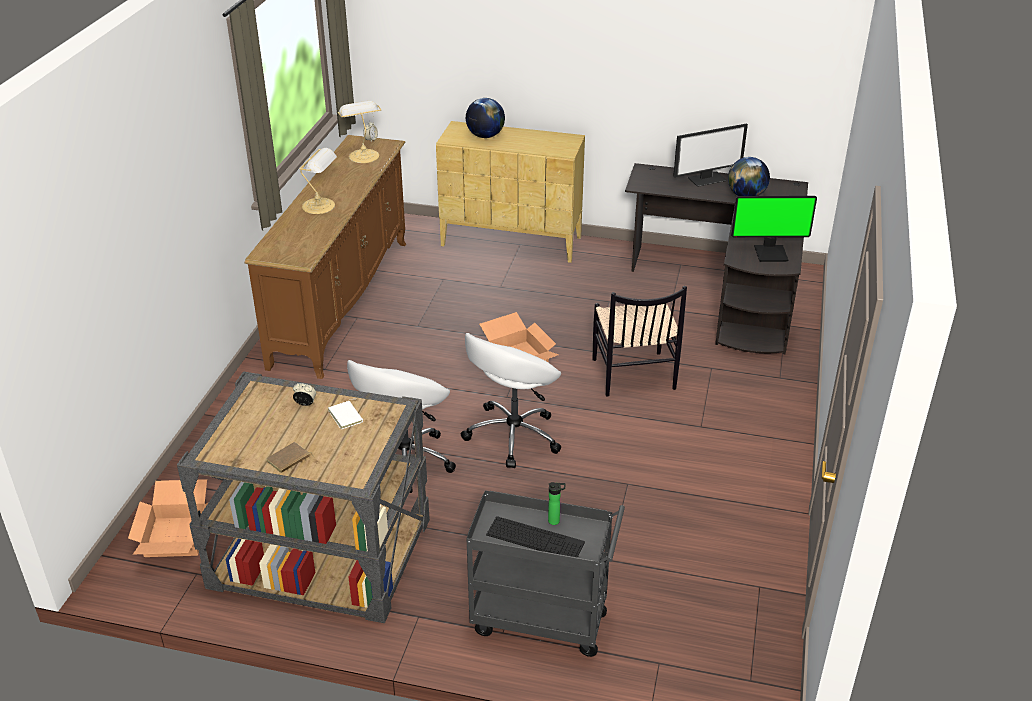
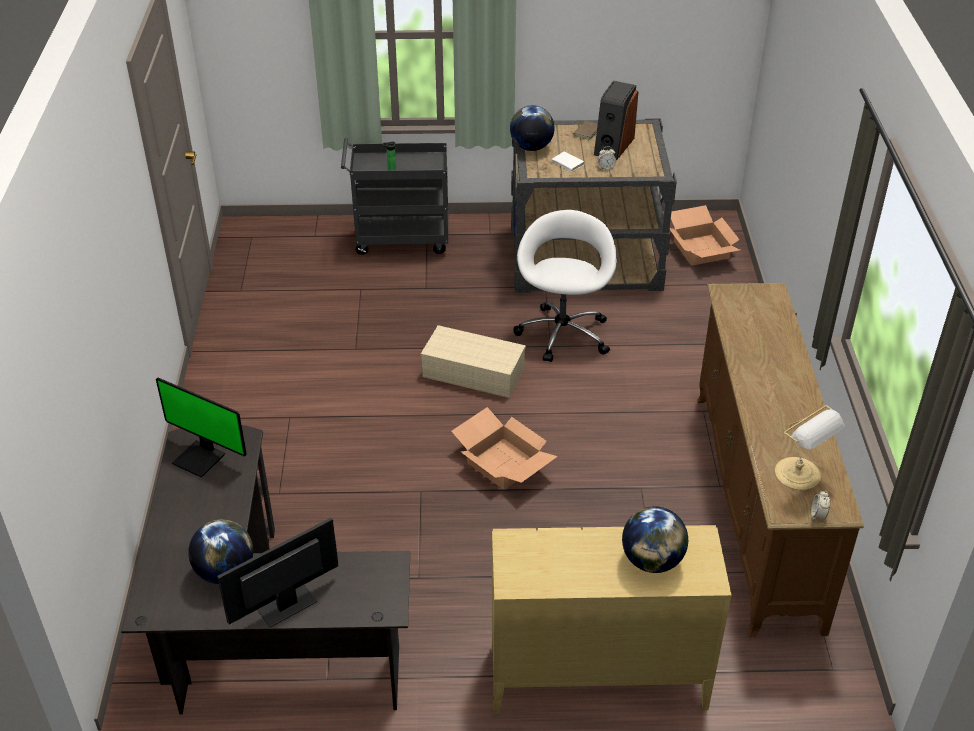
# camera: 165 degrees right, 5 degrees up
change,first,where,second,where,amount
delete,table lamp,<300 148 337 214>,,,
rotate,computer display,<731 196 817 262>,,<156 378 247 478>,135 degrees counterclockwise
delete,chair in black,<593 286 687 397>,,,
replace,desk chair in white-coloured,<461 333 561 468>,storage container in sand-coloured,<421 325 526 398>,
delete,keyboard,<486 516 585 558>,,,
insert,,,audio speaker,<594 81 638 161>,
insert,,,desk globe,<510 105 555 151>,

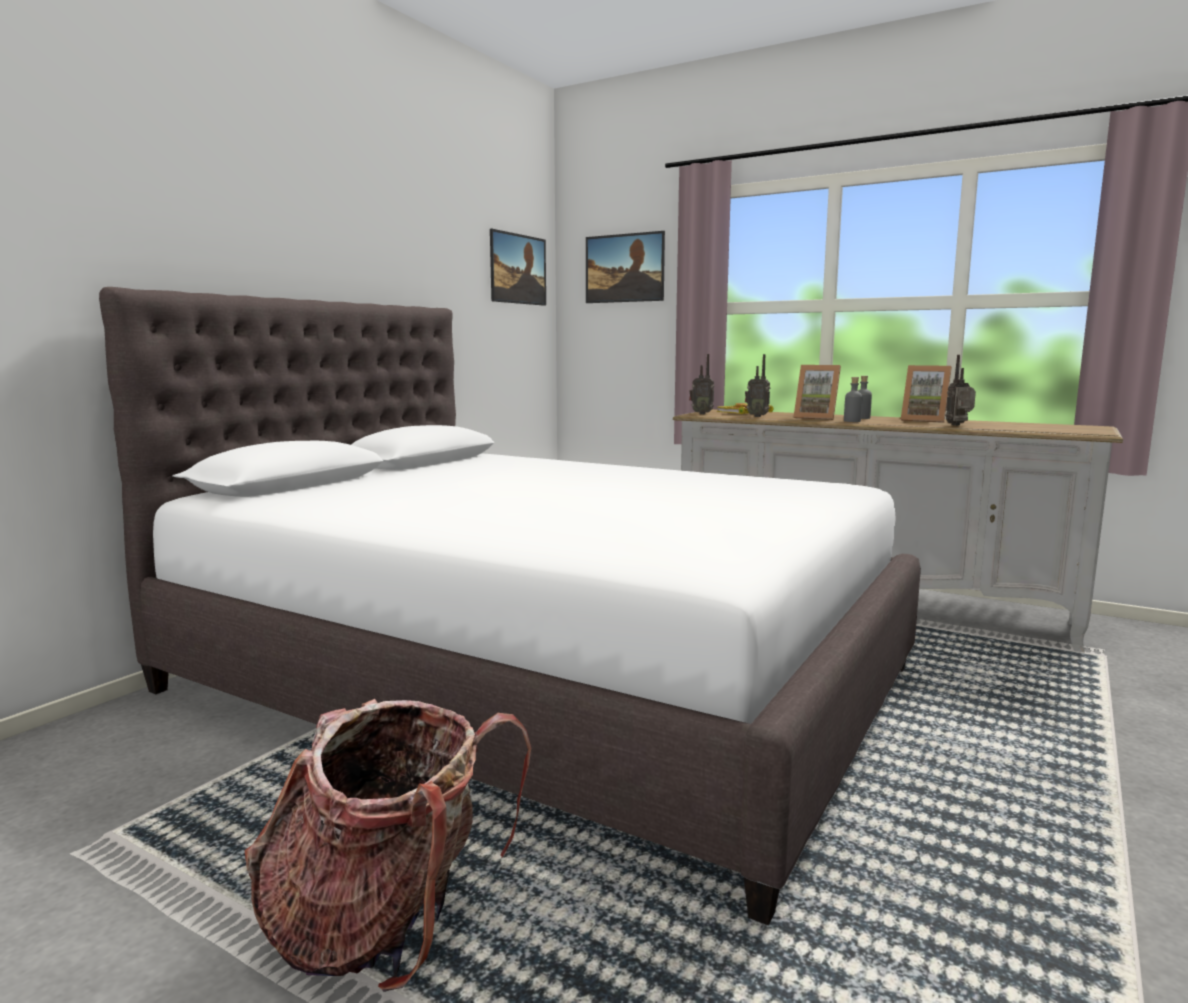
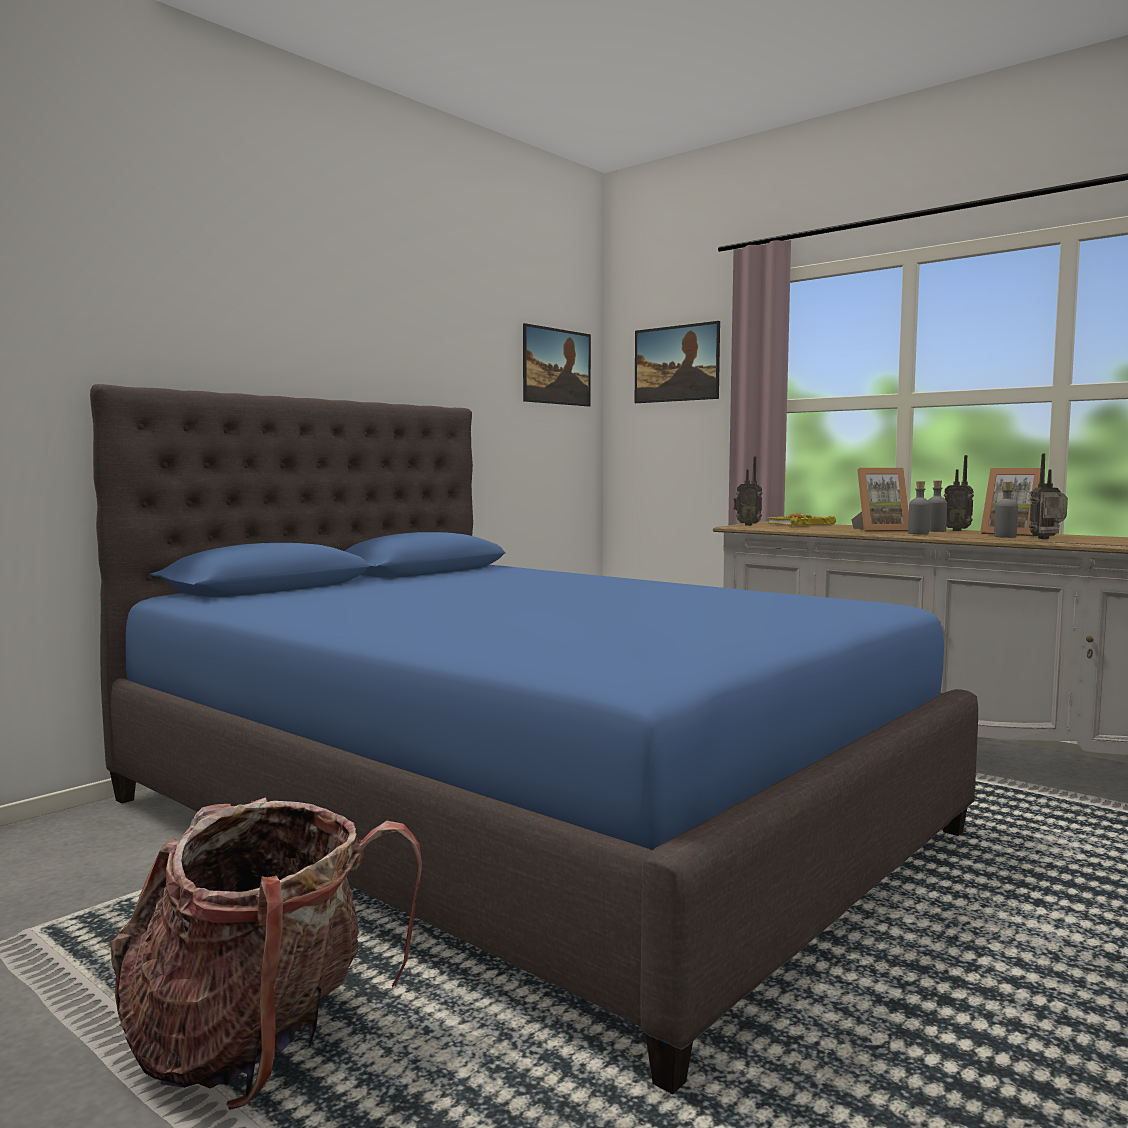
# camera: 10 degrees right, 5 degrees down
change,first,where,second,where,amount
recolor,sleeping bed in white-coloured,<99 287 921 925>,sleeping bed in blue,<90 384 978 1094>,
move,radio receiver,<745 354 770 417>,,<944 455 974 531>,
rotate,picture frame,<794 365 841 420>,,<851 468 909 532>,45 degrees counterclockwise
insert,,,drink bottle in greyish,<994 482 1018 538>,

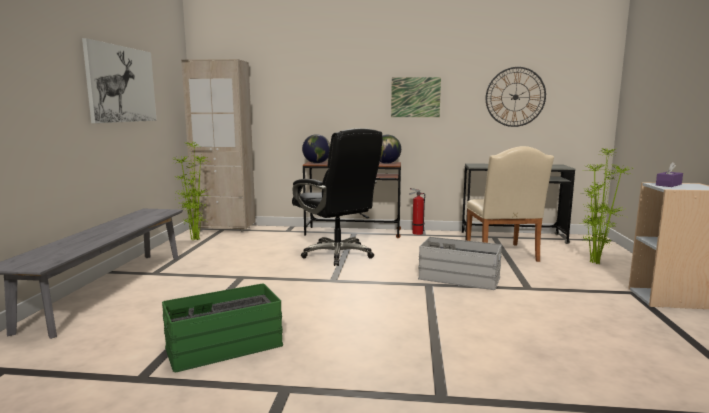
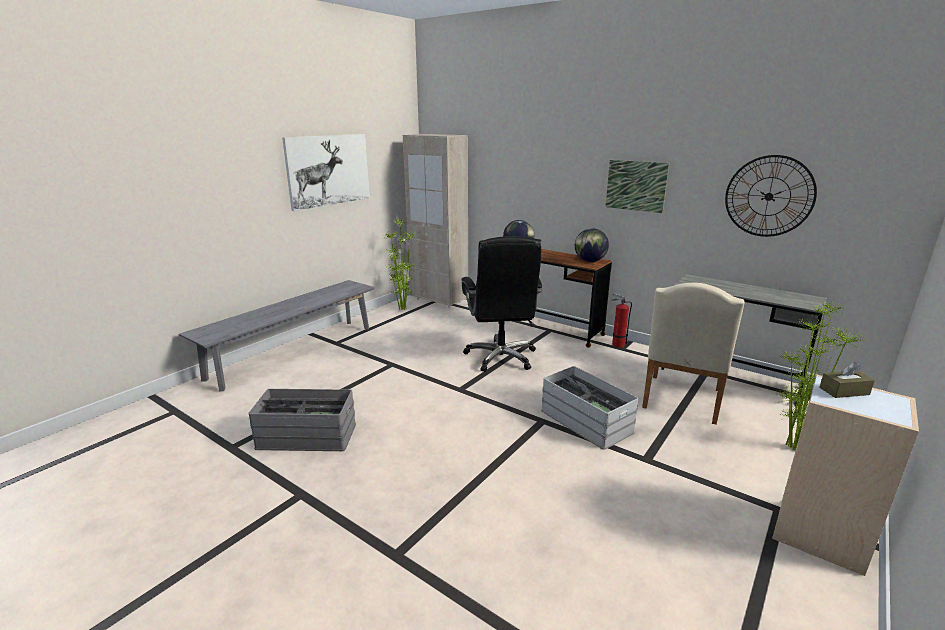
# camera: 30 degrees right, 10 degrees up
change,first,where,second,where,amount
recolor,tissue holder in purple,<656 162 683 187>,tissue holder in brown-coloured,<819 362 875 398>,
recolor,storage container in green-coloured,<162 284 283 372>,storage container in greyish,<248 389 356 451>,

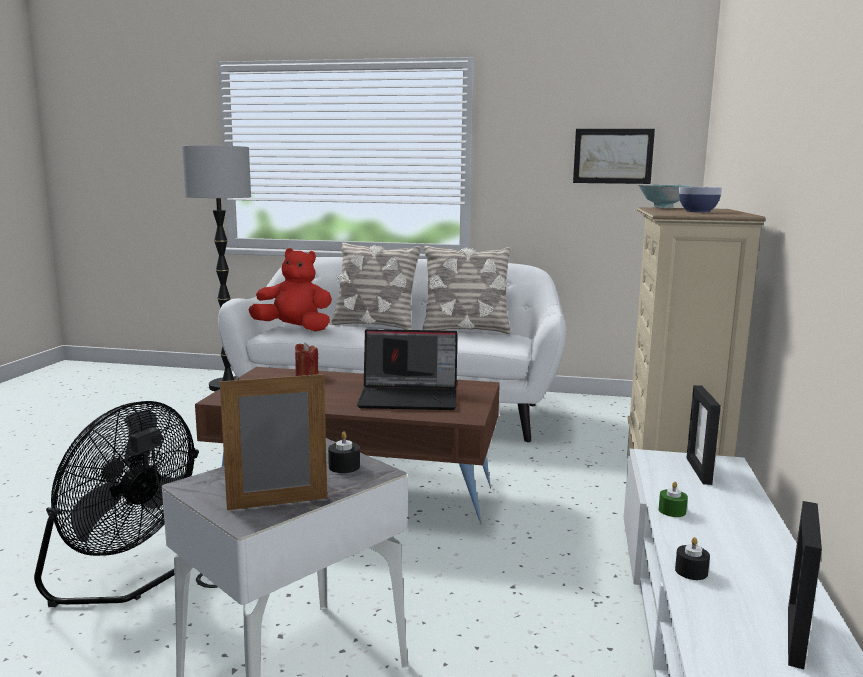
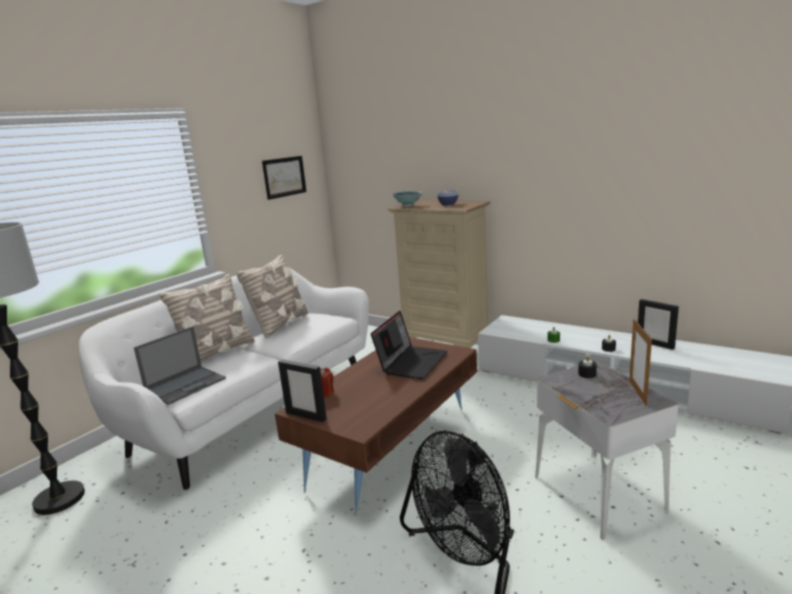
# camera: 65 degrees left, 5 degrees up
change,first,where,second,where,amount
replace,soft toy in red-coloured,<249 248 332 331>,laptop,<134 326 226 405>,
move,picture frame,<687 385 721 485>,,<278 359 327 422>,

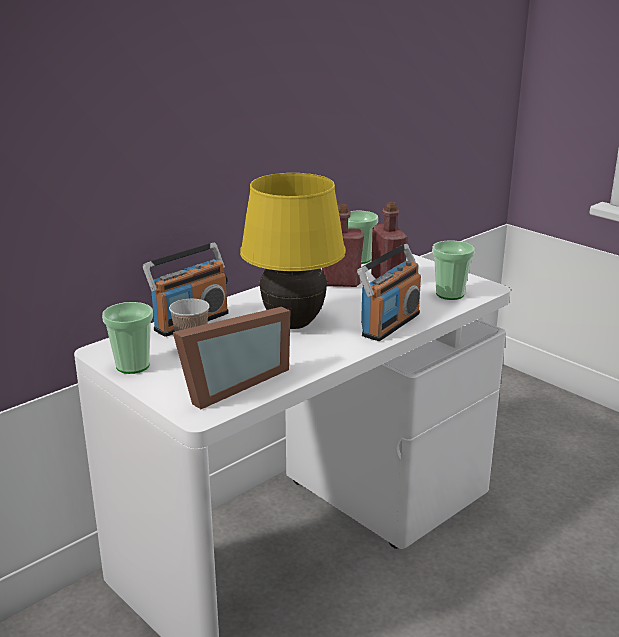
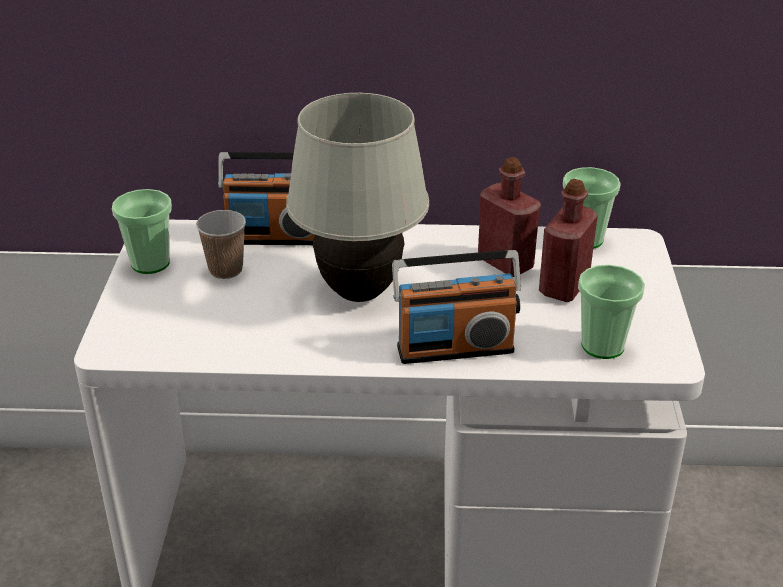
# camera: 45 degrees right, 10 degrees up
change,first,where,second,where,amount
recolor,table lamp in yellowish,<240 173 346 329>,table lamp in white-coloured,<286 93 429 302>,
delete,picture frame,<173 307 290 409>,,,

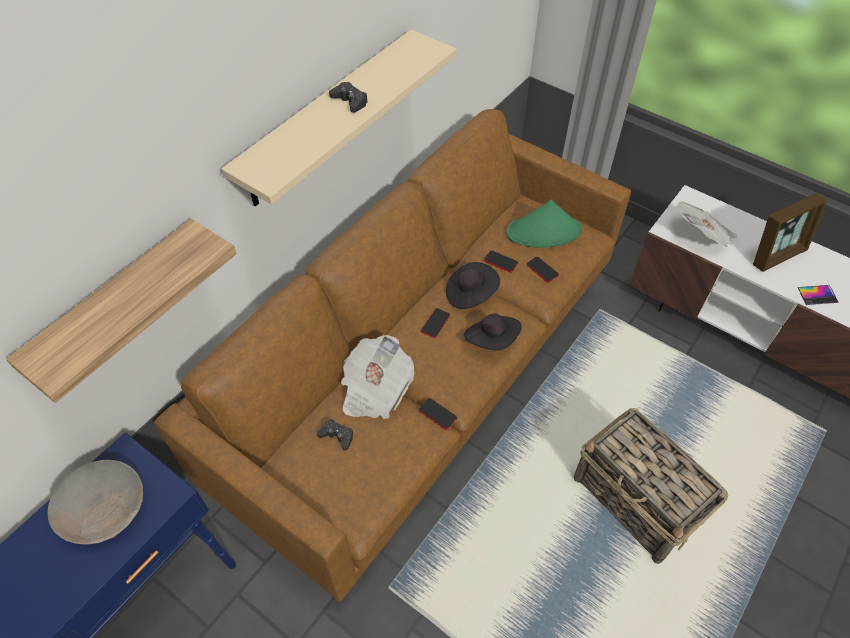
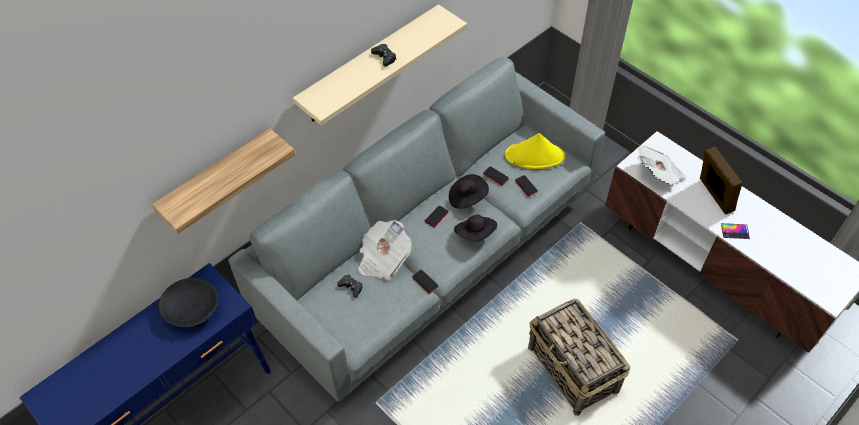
# camera: 10 degrees right, 0 degrees up
change,first,where,second,where,amount
recolor,couch in brown-coloured,<154 109 631 601>,couch in greyish,<228 57 605 402>,
rotate,picture frame,<753 193 827 272>,,<700 146 742 214>,90 degrees counterclockwise
recolor,wearable hat in green-coloured,<506 200 582 248>,wearable hat in yellowish,<505 133 565 169>,
recolor,bowl in sand-coloured,<47 460 143 544>,bowl in black,<158 278 218 328>,

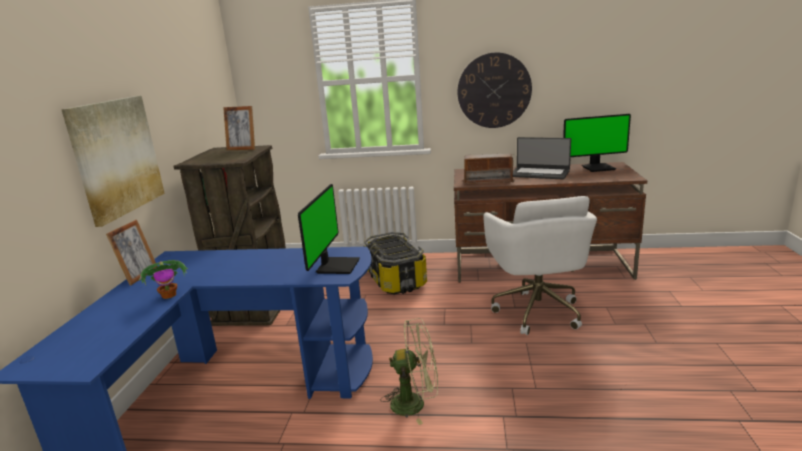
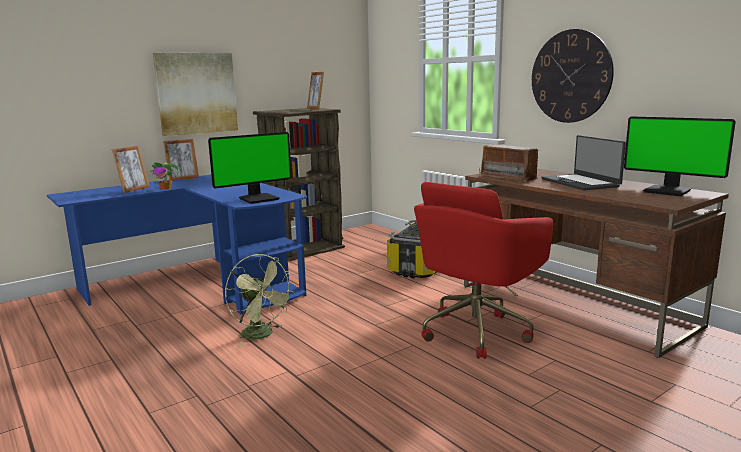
# camera: 45 degrees right, 5 degrees down
change,first,where,second,where,amount
recolor,desk chair in white-coloured,<483 196 597 335>,desk chair in red-coloured,<414 182 554 359>,
insert,,,picture frame,<111 146 150 193>,

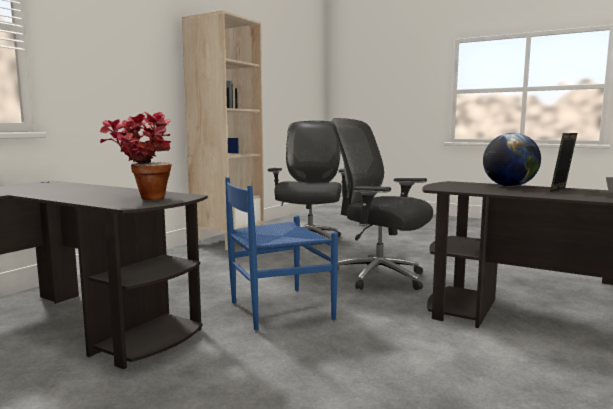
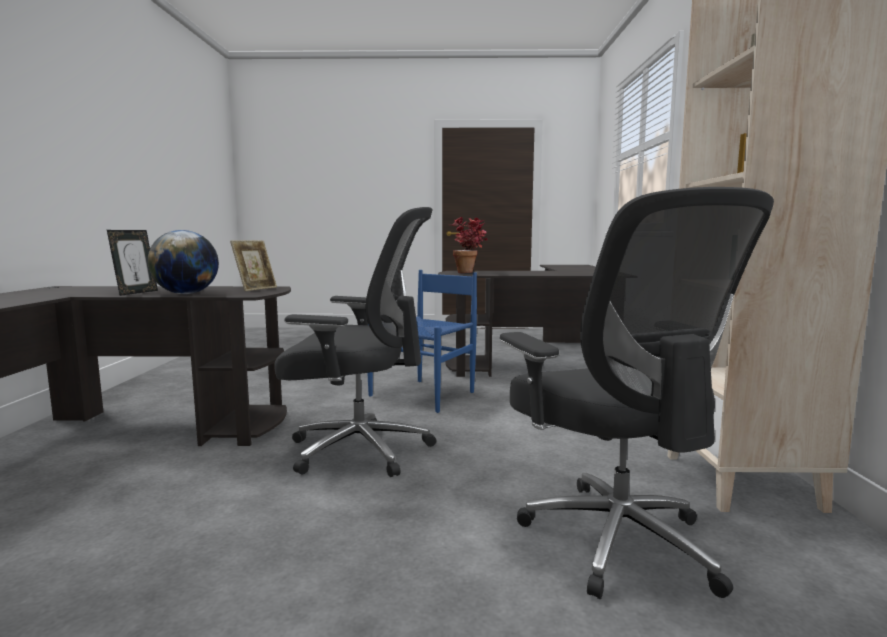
# camera: 150 degrees right, 0 degrees up
change,first,where,second,where,amount
insert,,,picture frame,<230 240 277 291>,

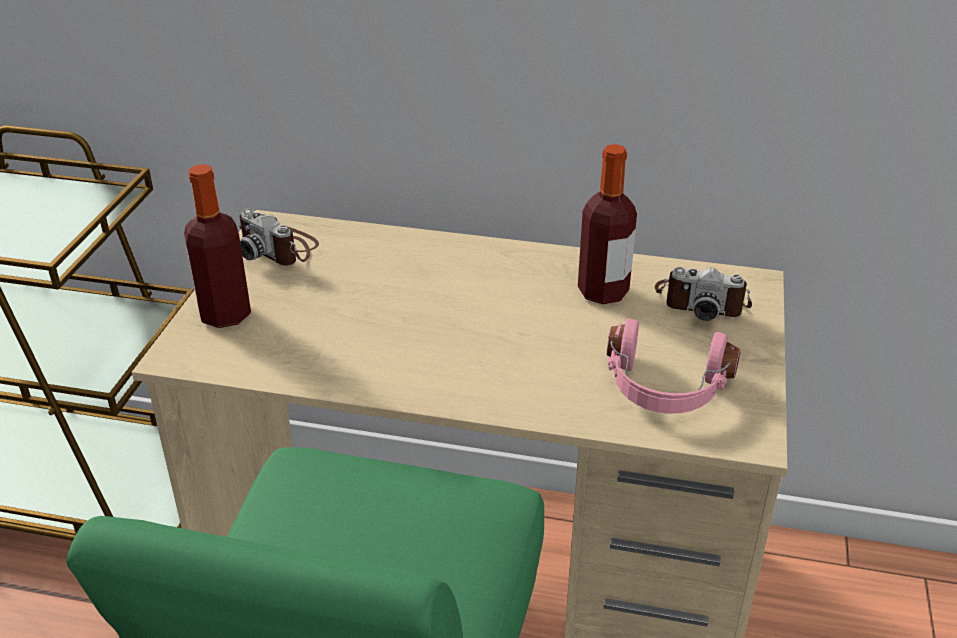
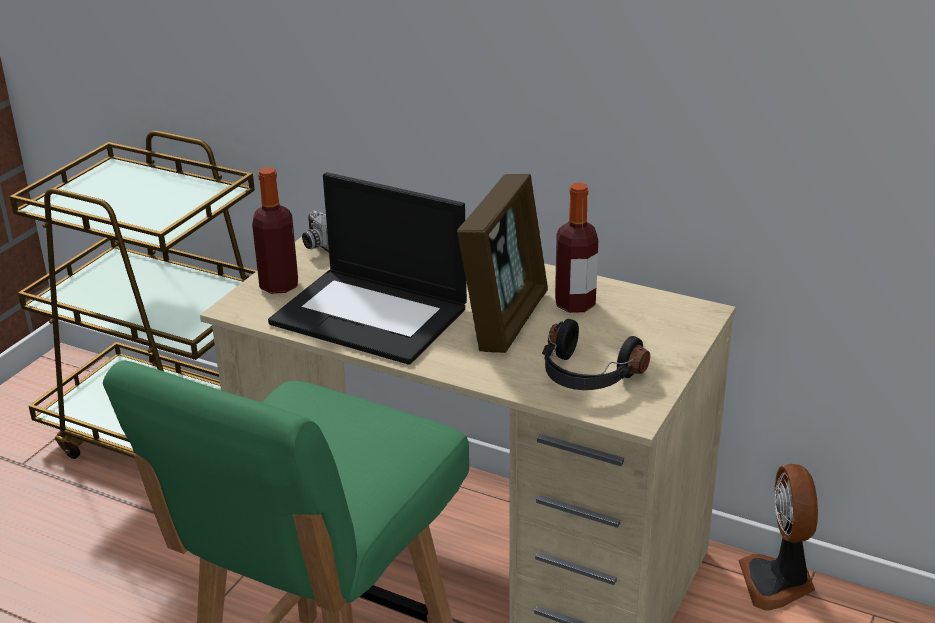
# camera: 15 degrees right, 5 degrees down
change,first,where,second,where,amount
delete,still camera,<655 267 752 321>,,,
recolor,headphones in pink-coloured,<607 318 741 414>,headphones in black,<542 319 650 390>,
insert,,,laptop,<268 172 467 365>,
insert,,,picture frame,<457 174 548 353>,
insert,,,fan,<738 464 818 611>,

